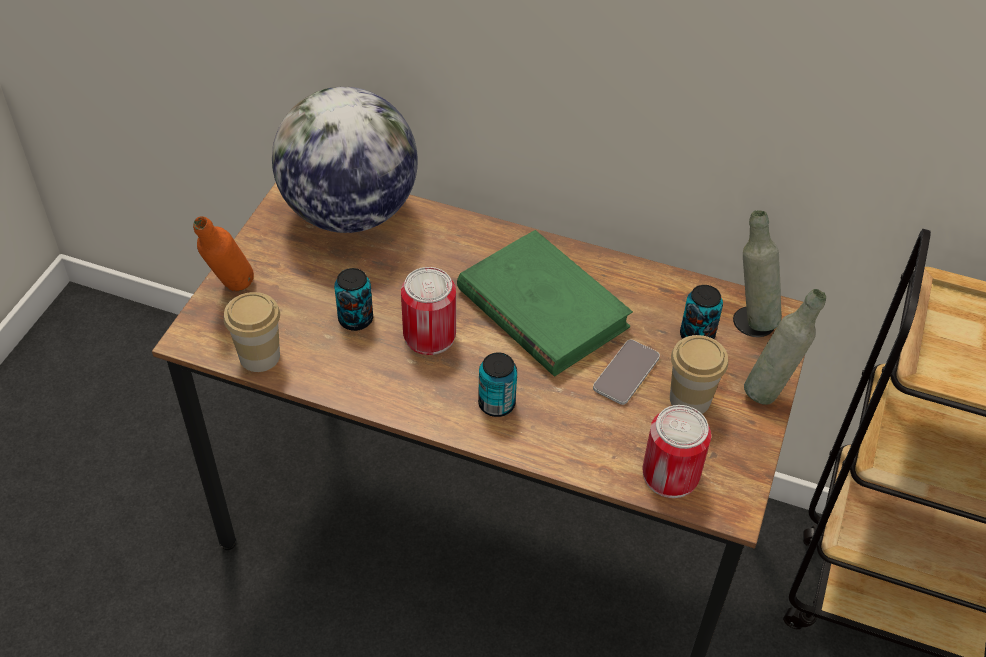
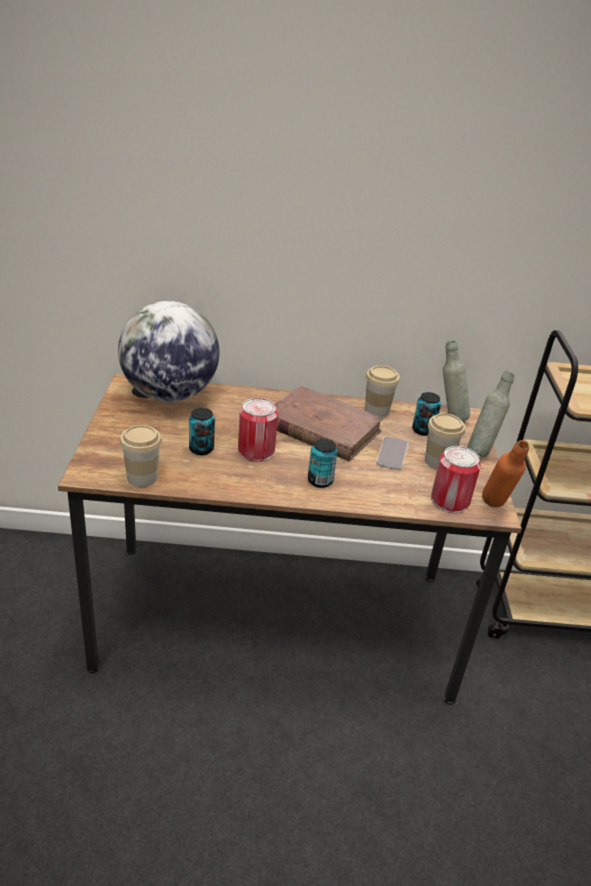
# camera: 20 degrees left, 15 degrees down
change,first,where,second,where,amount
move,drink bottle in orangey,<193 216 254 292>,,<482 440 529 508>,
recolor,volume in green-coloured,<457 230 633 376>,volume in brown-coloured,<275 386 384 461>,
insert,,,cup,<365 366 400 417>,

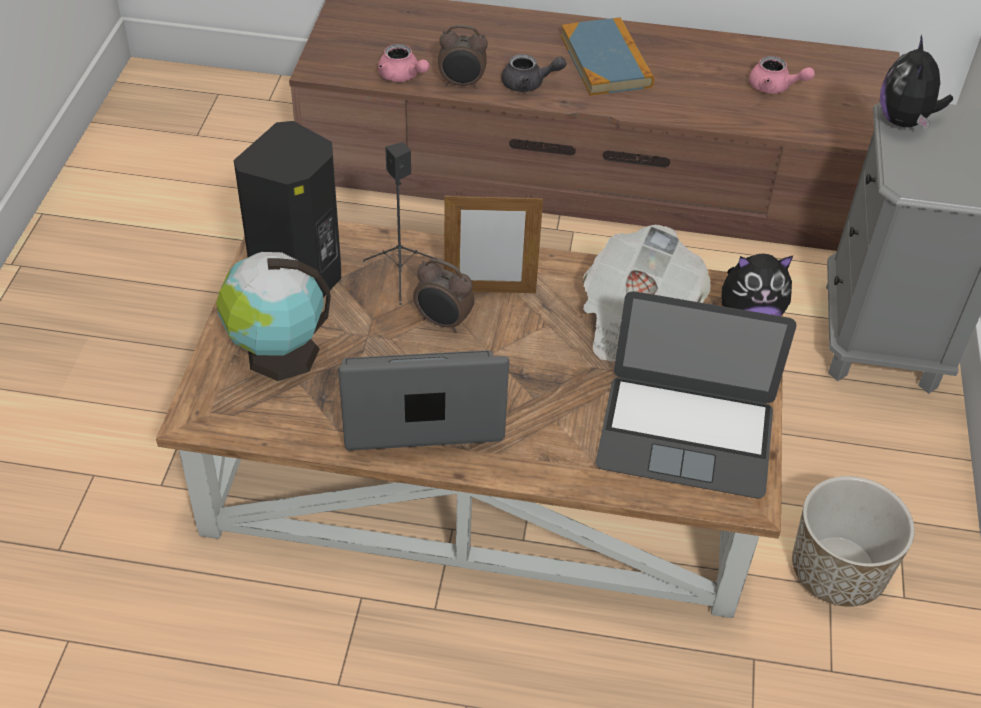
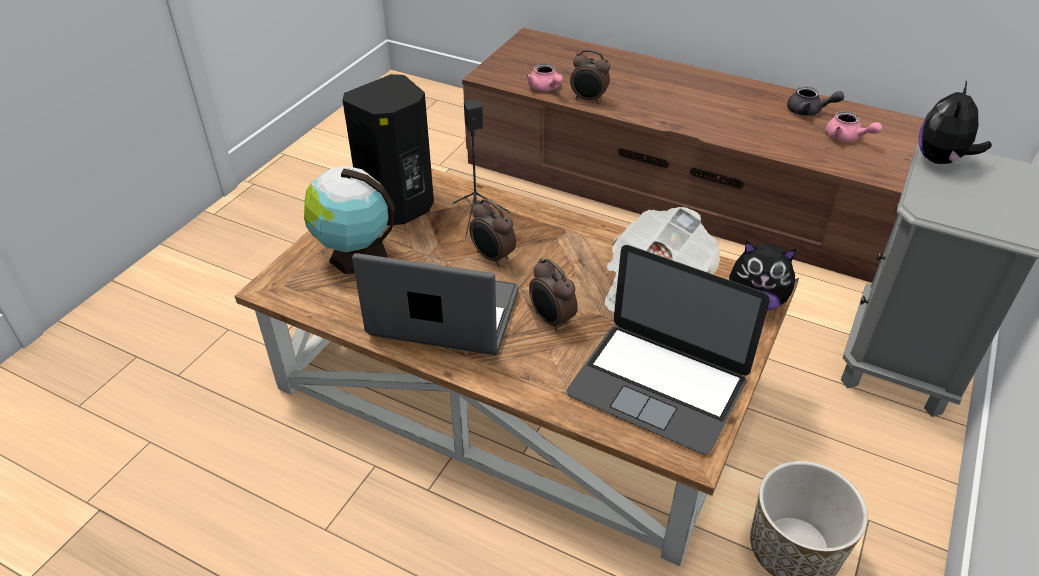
# camera: 20 degrees right, 5 degrees down
change,first,where,second,where,amount
delete,volume,<561 17 654 96>,,,
move,tea pot in greyish,<502 54 566 92>,,<787 87 844 116>,
delete,picture frame,<444 192 543 293>,,,
insert,,,alarm clock,<529 258 578 332>,

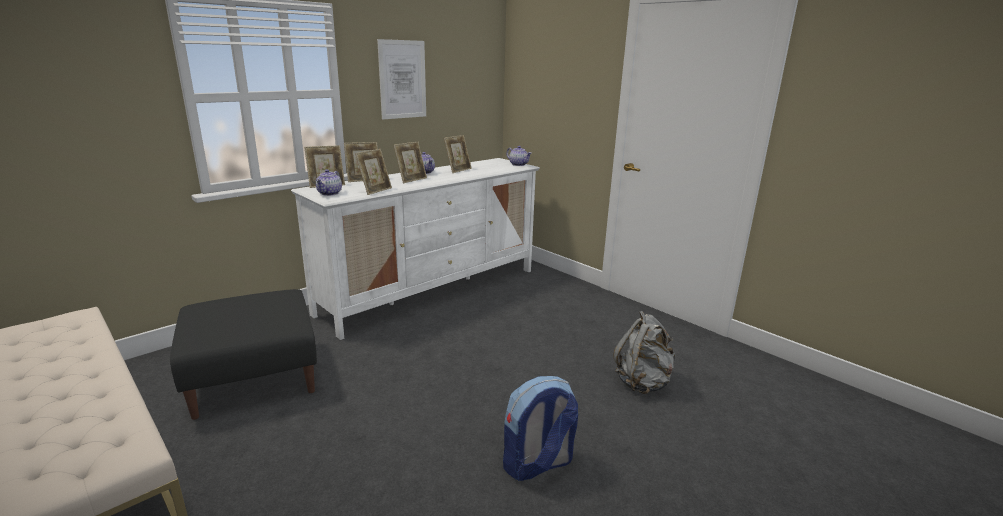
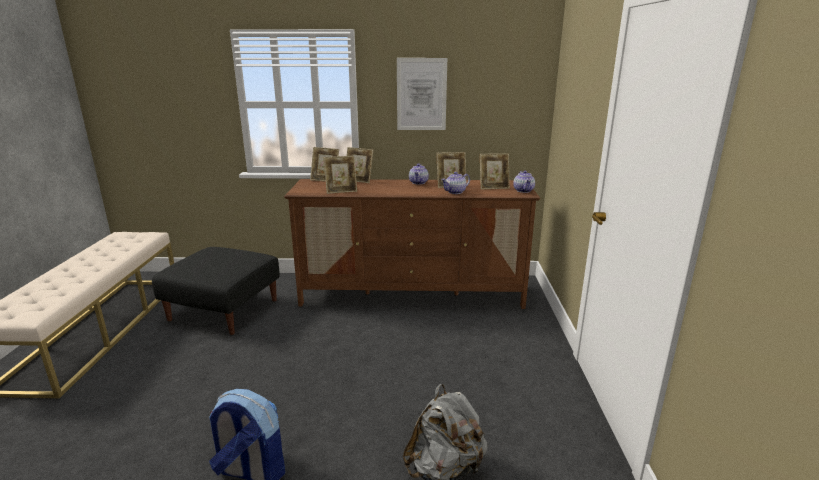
# camera: 45 degrees right, 0 degrees up
change,first,where,second,where,amount
move,picture frame,<394 142 427 183>,,<480 153 510 190>,
recolor,dresser in white-coloured,<291 158 540 340>,dresser in brown-coloured,<284 179 541 309>,
move,tea pot,<316 169 342 196>,,<441 172 470 194>,

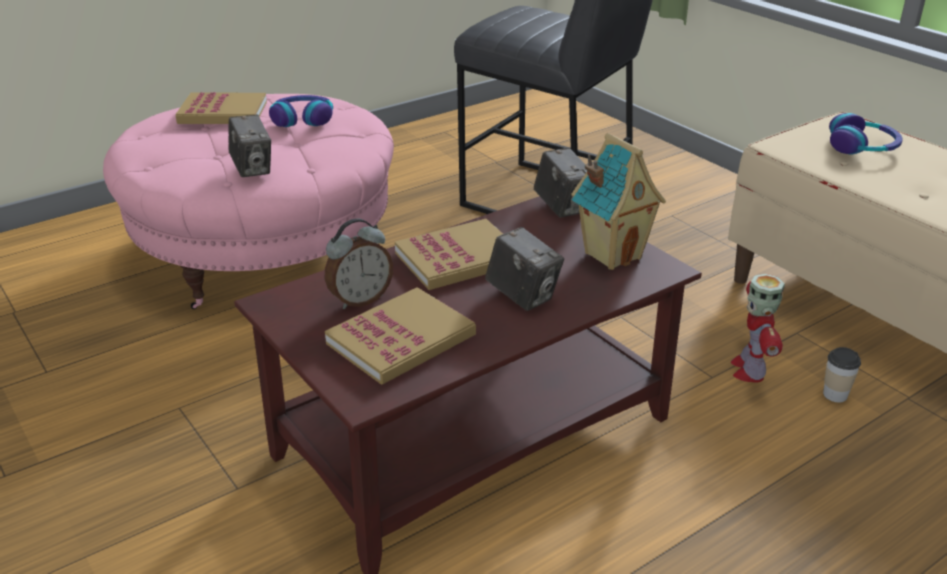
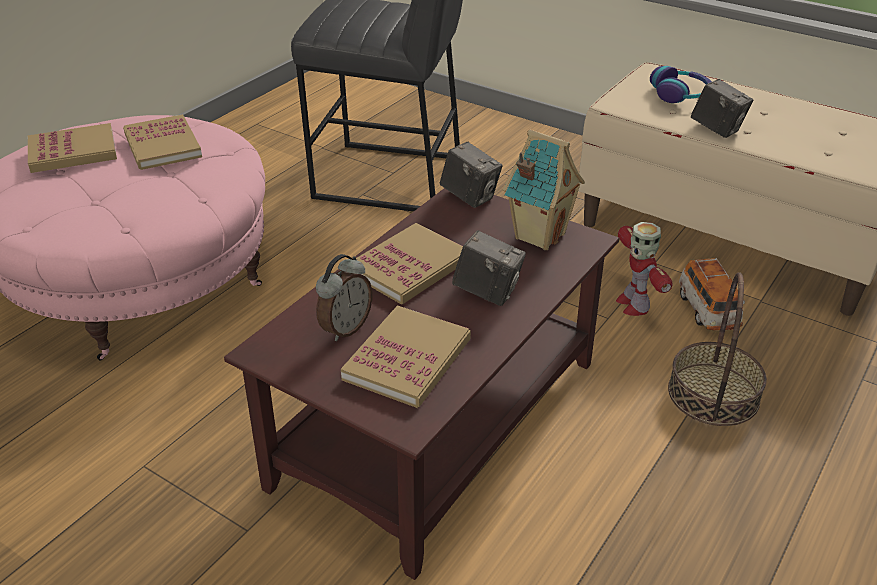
# camera: 20 degrees left, 5 degrees up
change,first,where,second,where,amount
replace,headphones,<269 95 333 127>,volume,<123 114 202 170>,
move,still camera,<229 115 271 177>,,<691 79 753 138>,
replace,cup,<823 347 861 402>,model car,<679 258 745 331>,
insert,,,household basket,<668 272 767 426>,

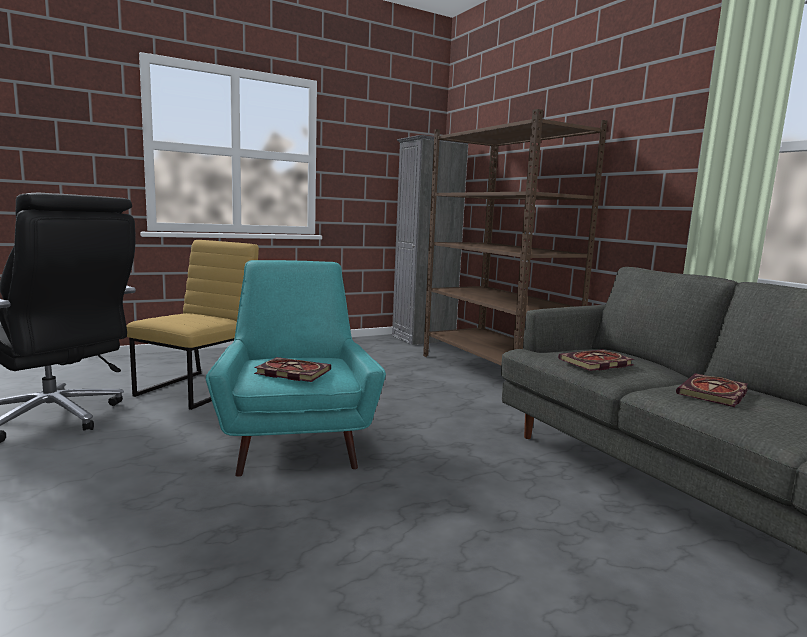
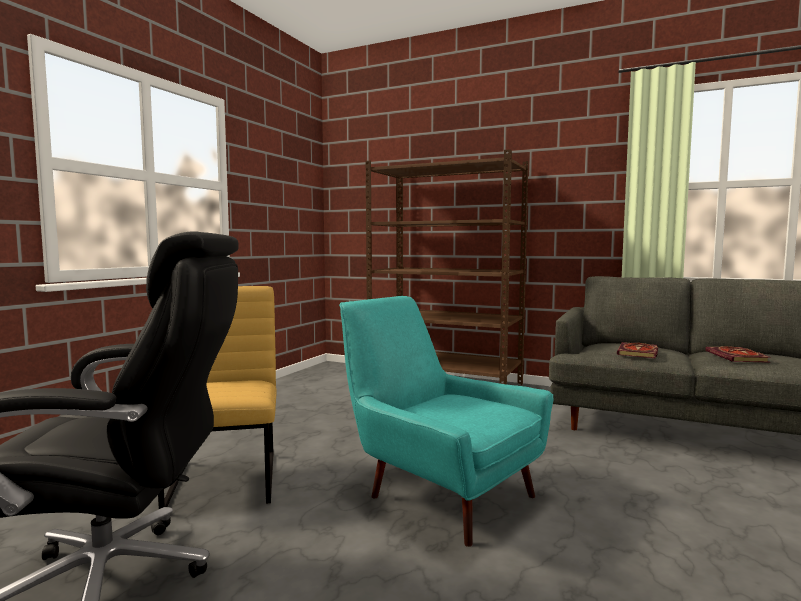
# camera: 35 degrees left, 5 degrees down
change,first,where,second,where,amount
delete,storage cabinet in greyish,<392 135 468 345>,,,
delete,volume,<254 357 331 382>,,,

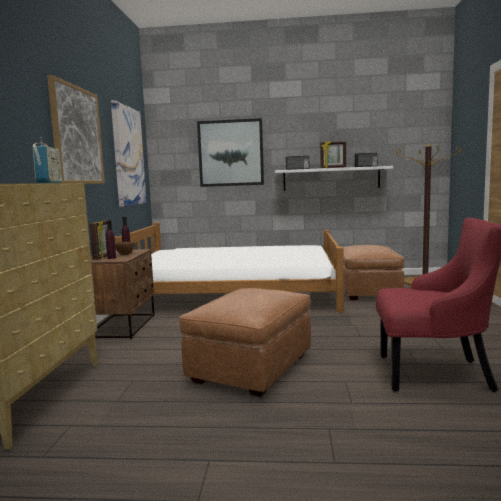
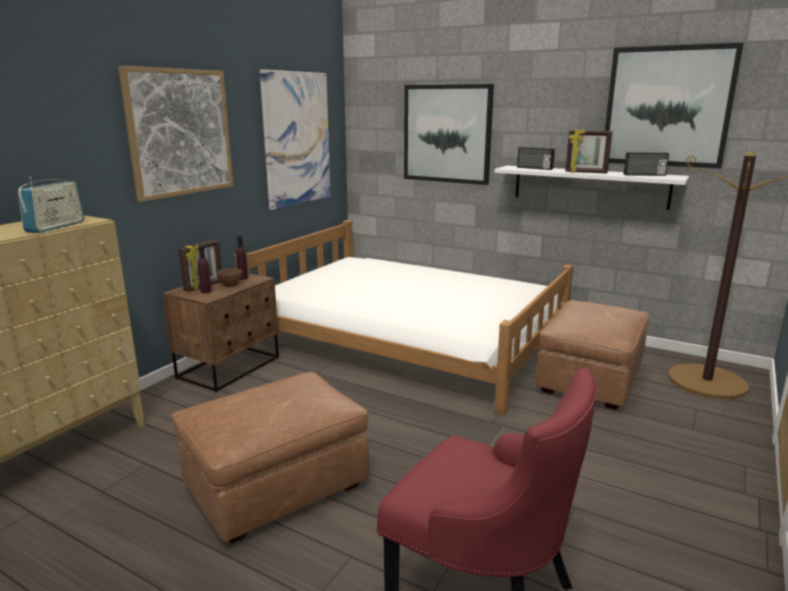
# camera: 25 degrees right, 10 degrees up
change,first,where,second,where,amount
insert,,,picture,<605 43 743 169>,

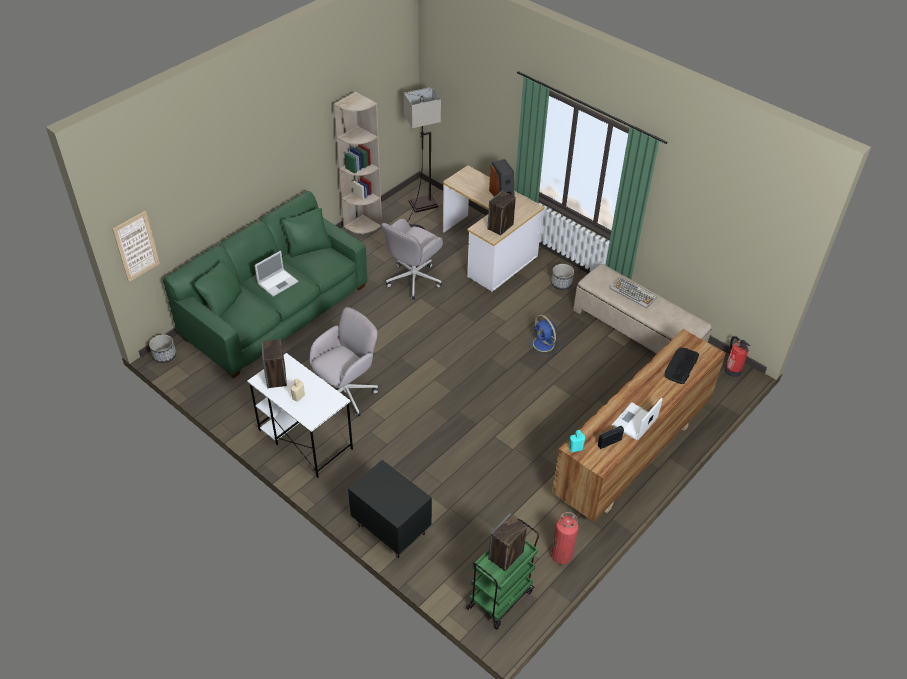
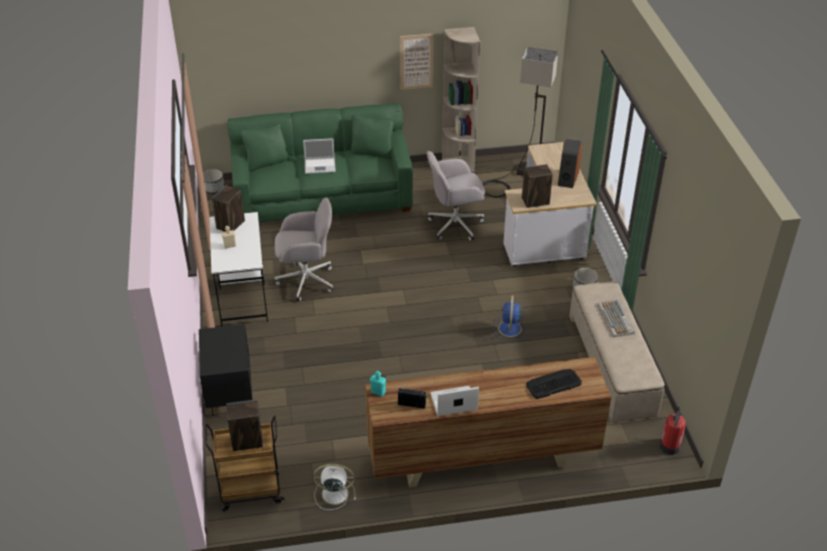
# camera: 40 degrees right, 5 degrees down
change,first,where,second,where,amount
move,picture,<112 211 160 282>,,<400 34 434 90>,
replace,fire extinguisher,<551 512 578 564>,fan in white-coloured,<313 464 356 510>,
recolor,cart in green-coloured,<466 519 539 630>,cart in brown-coloured,<205 416 285 511>,

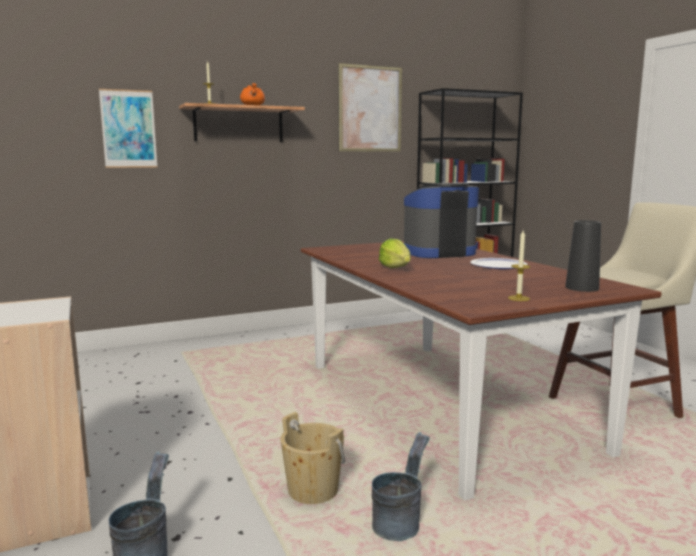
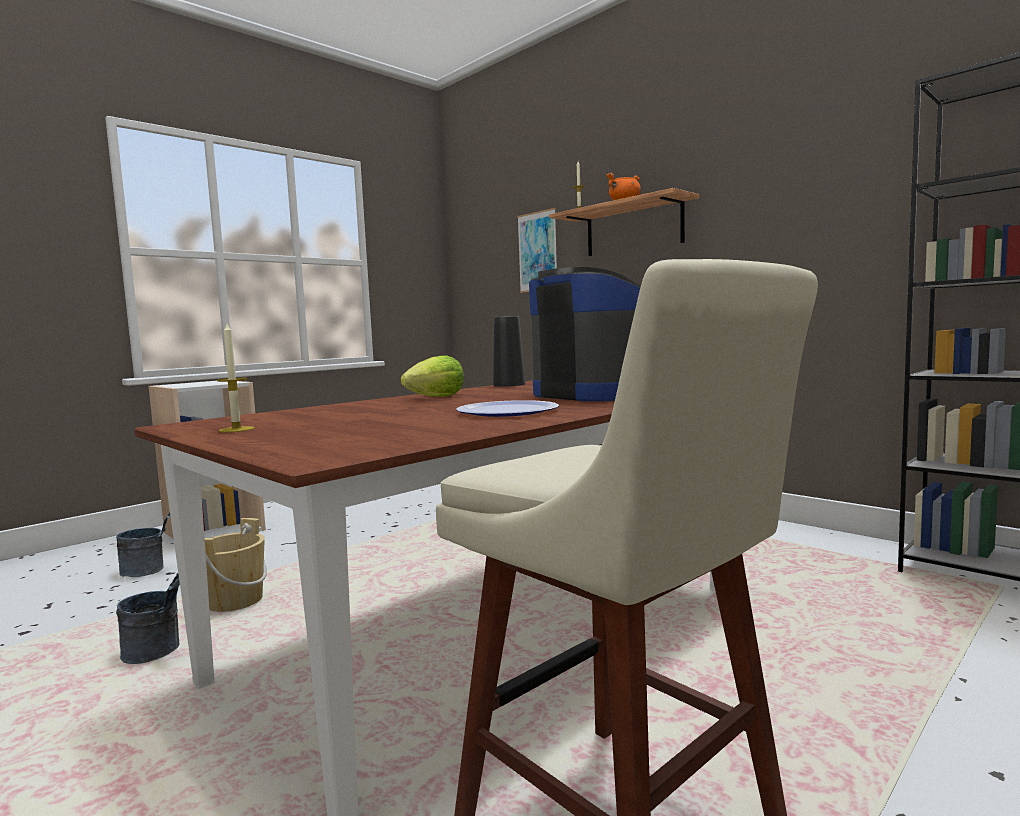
# camera: 70 degrees right, 5 degrees down
change,first,where,second,where,amount
delete,picture,<338 63 402 152>,,,
move,vase in black,<565 220 601 292>,,<493 316 525 386>,

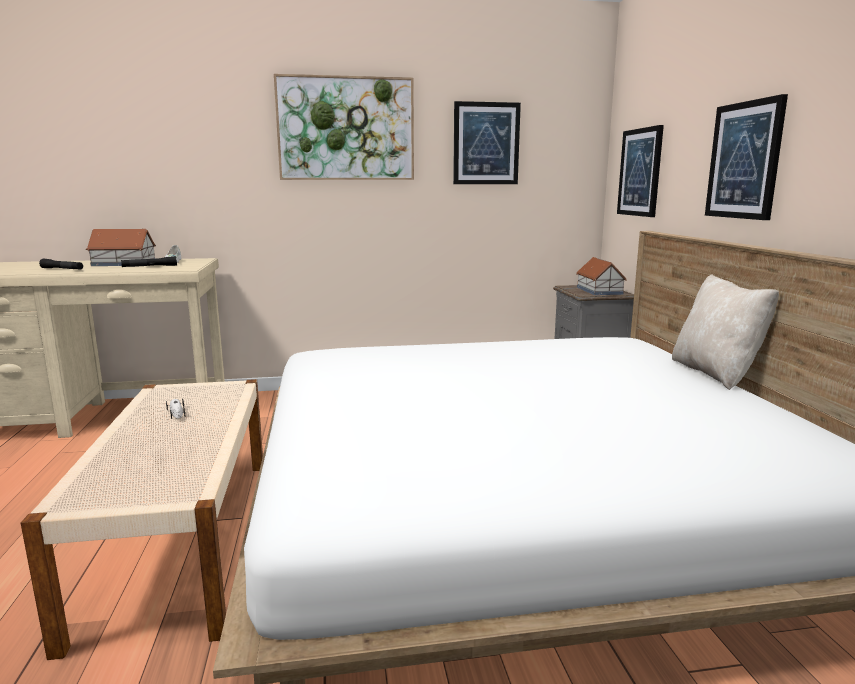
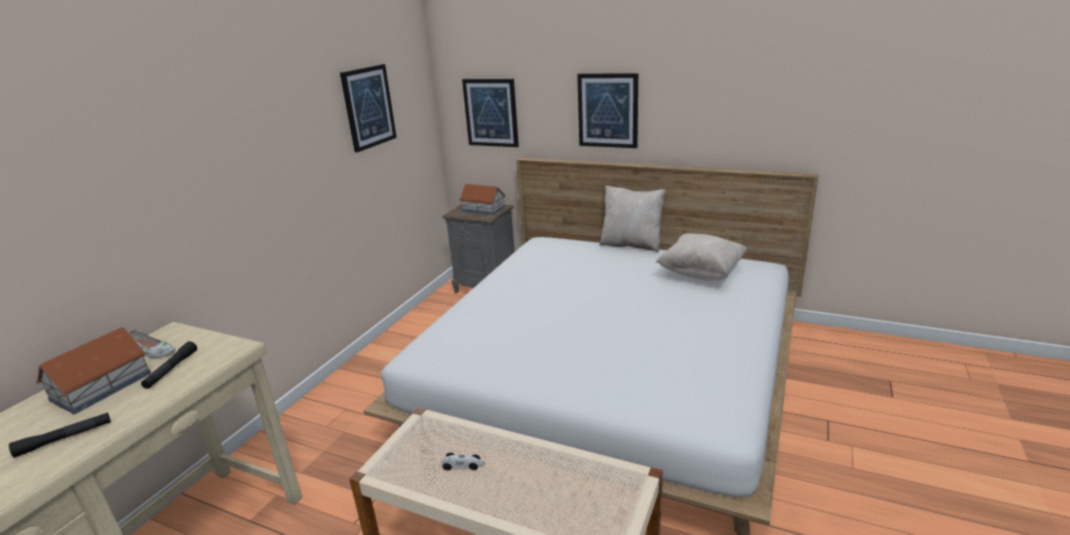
# camera: 55 degrees left, 10 degrees up
change,first,where,second,where,amount
delete,picture,<274 74 414 180>,,,
insert,,,pillow in sand-coloured,<656 233 747 280>,

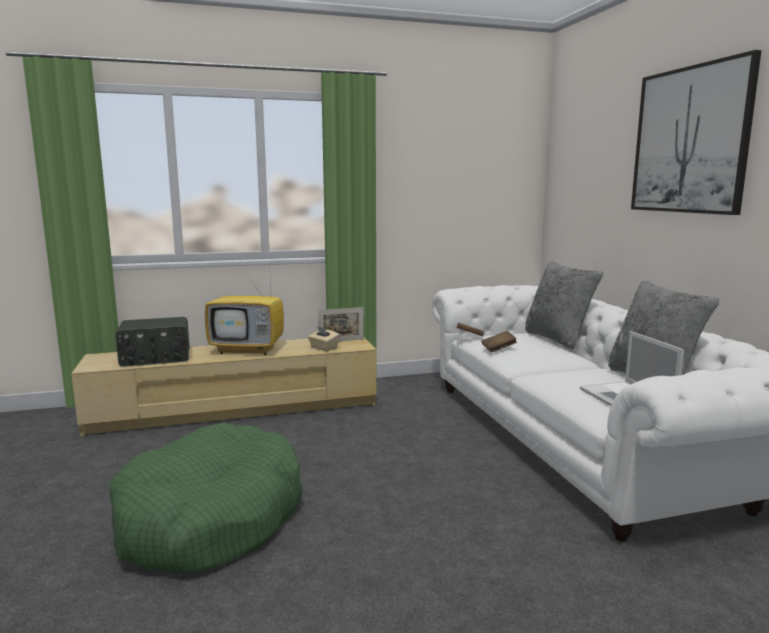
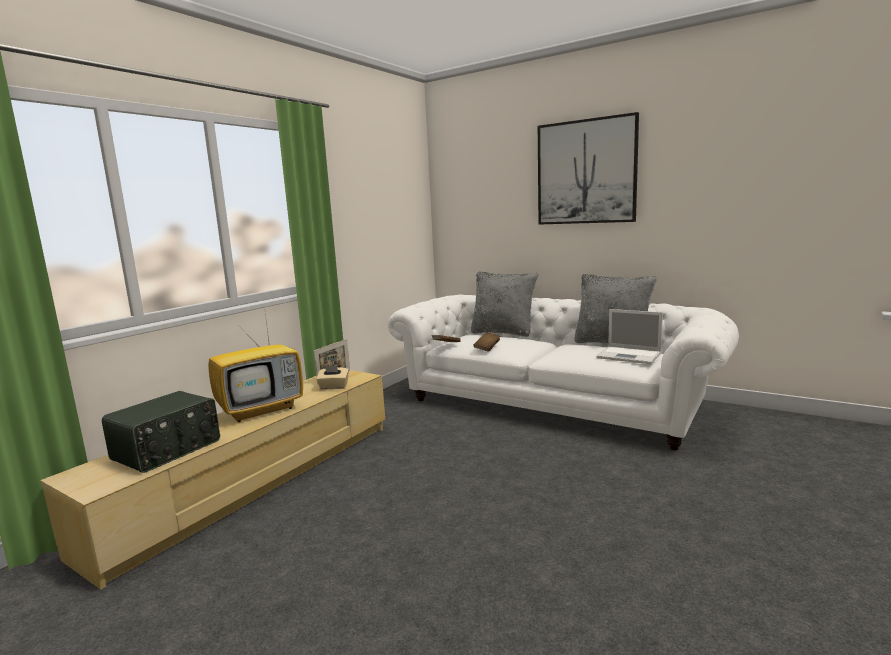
# camera: 40 degrees left, 0 degrees up
change,first,where,second,where,amount
delete,dog bed in green-coloured,<109 422 302 573>,,,

